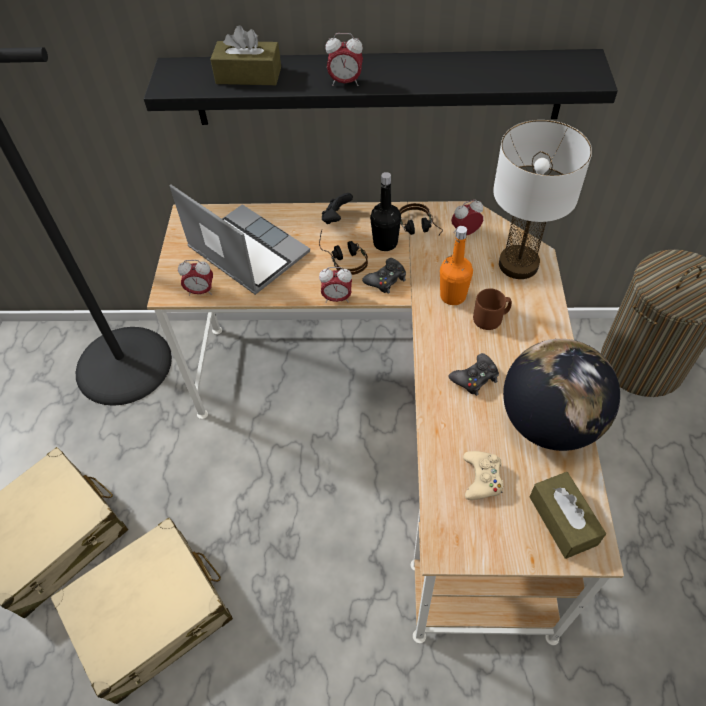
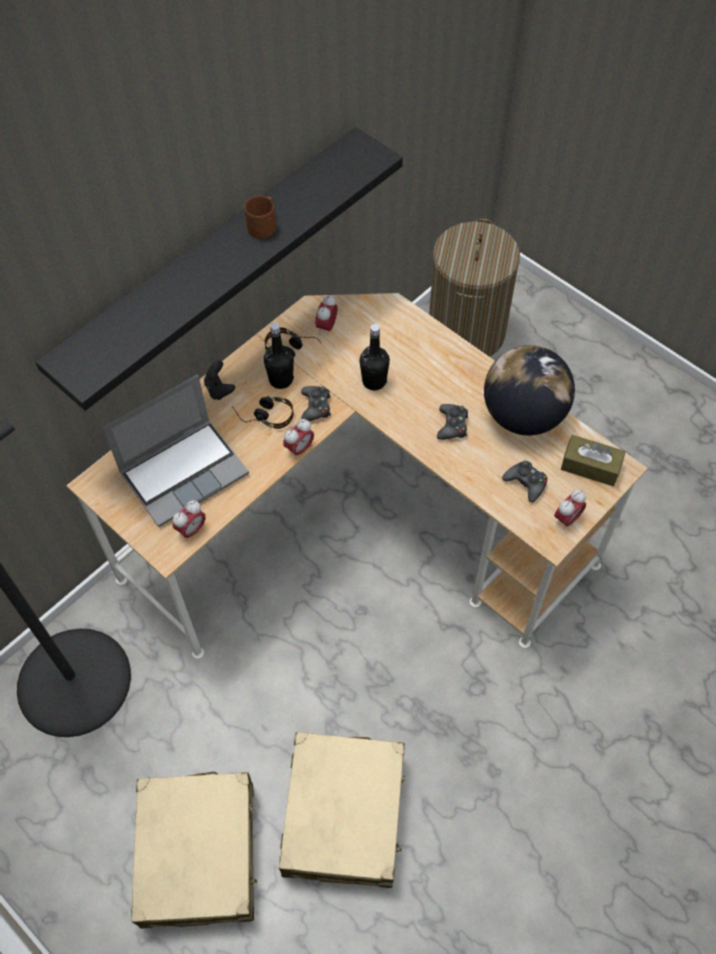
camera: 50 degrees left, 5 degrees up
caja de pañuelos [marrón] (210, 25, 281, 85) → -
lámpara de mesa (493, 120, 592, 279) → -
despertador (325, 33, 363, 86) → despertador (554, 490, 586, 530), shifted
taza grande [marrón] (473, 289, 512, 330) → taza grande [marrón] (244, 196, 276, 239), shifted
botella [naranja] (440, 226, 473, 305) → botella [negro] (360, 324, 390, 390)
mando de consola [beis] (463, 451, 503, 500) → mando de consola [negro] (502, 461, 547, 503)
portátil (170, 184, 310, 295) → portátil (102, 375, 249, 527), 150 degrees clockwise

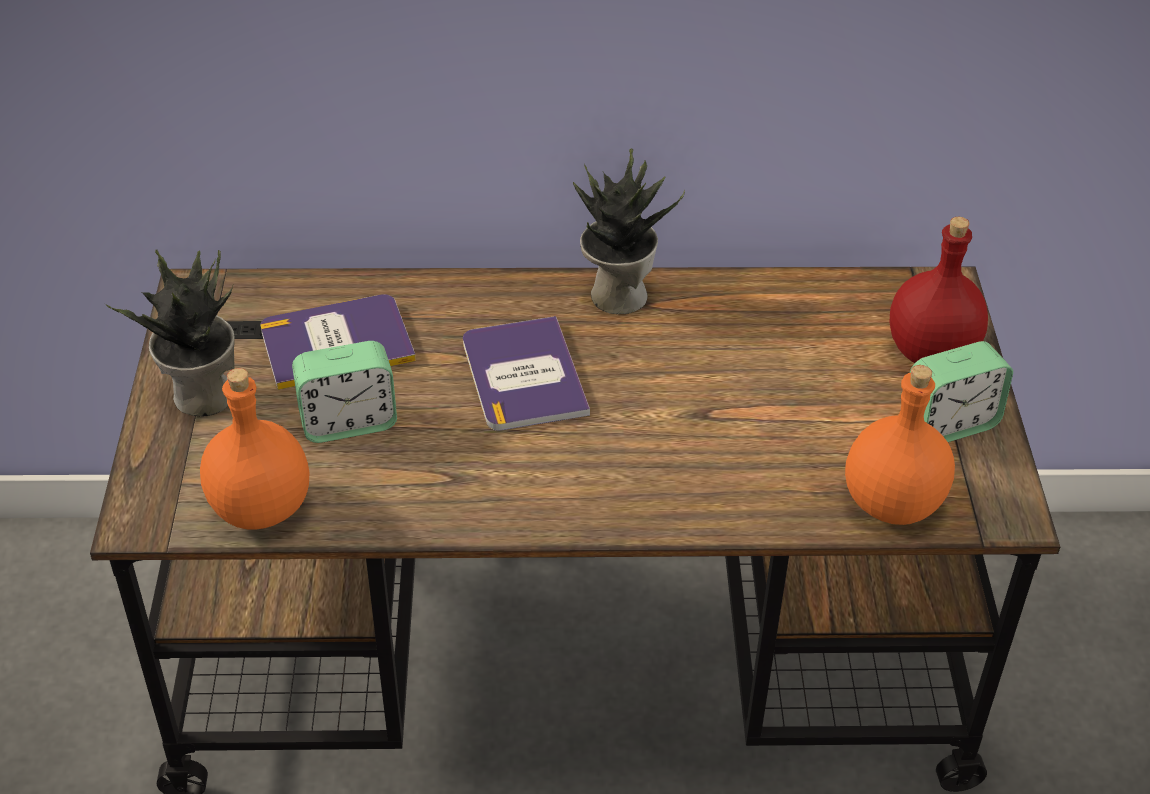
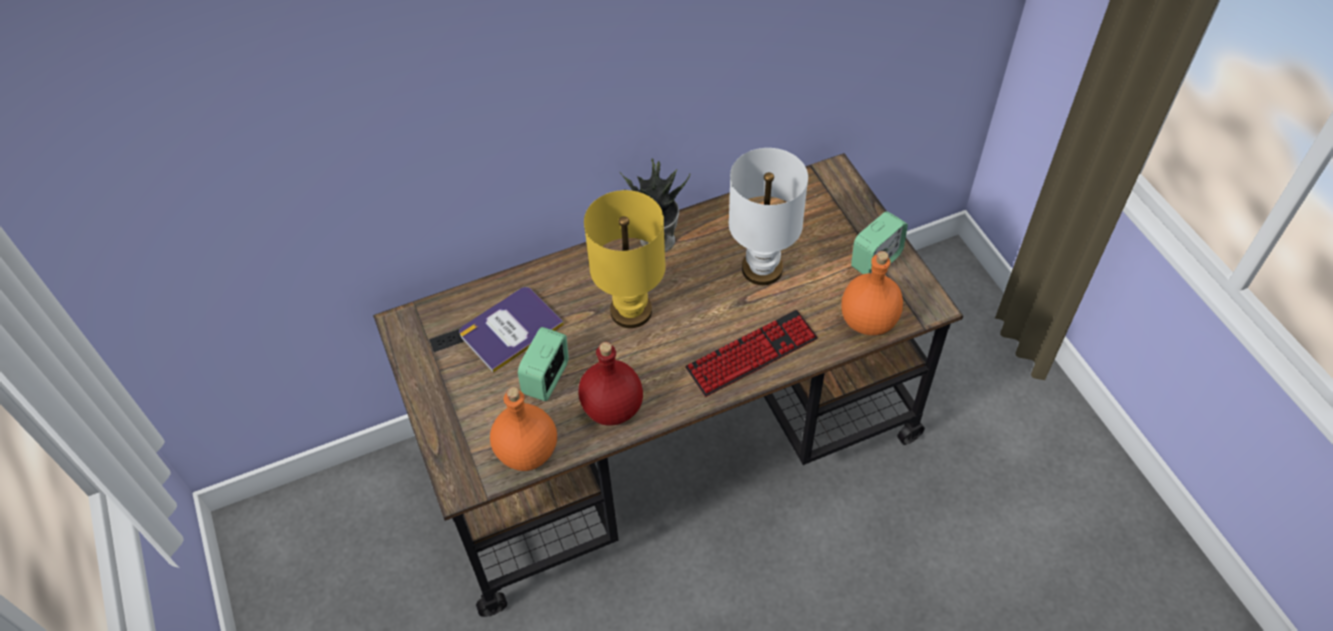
camera: 20 degrees left, 10 degrees up
planta en maceta (105, 249, 235, 416) → -
- → teclado (685, 310, 818, 397)
- → lámpara de mesa [blanco] (729, 148, 808, 285)
botella [rojo] (890, 217, 988, 363) → botella [rojo] (578, 342, 643, 426), shifted
libro (463, 316, 590, 431) → lámpara de mesa [amarillo] (584, 190, 666, 328)
despertador (292, 341, 397, 443) → despertador (518, 327, 569, 401), 150 degrees clockwise

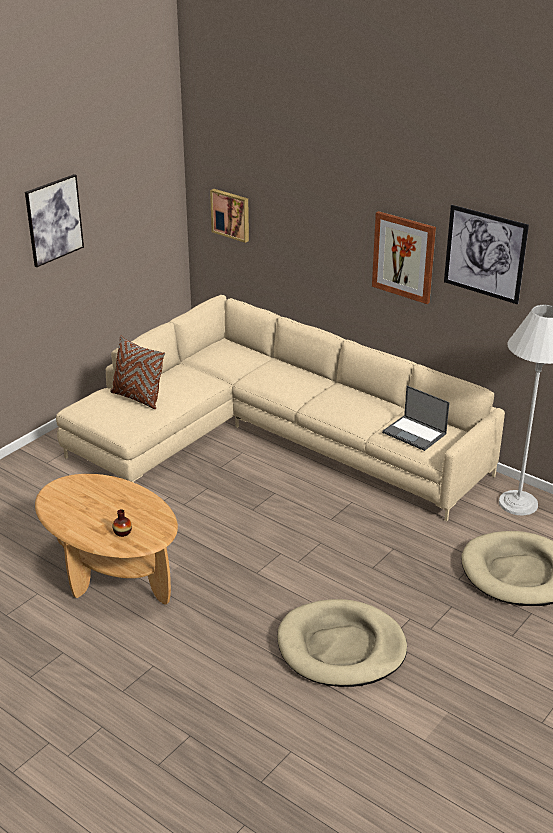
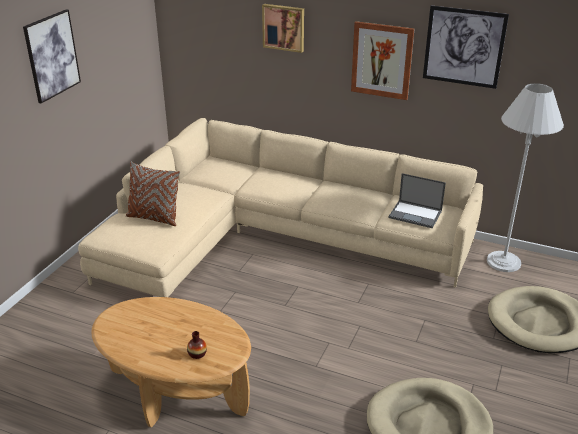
camera: 15 degrees left, 0 degrees up
cuadro (210, 189, 249, 243) → cuadro (262, 4, 304, 53), shifted

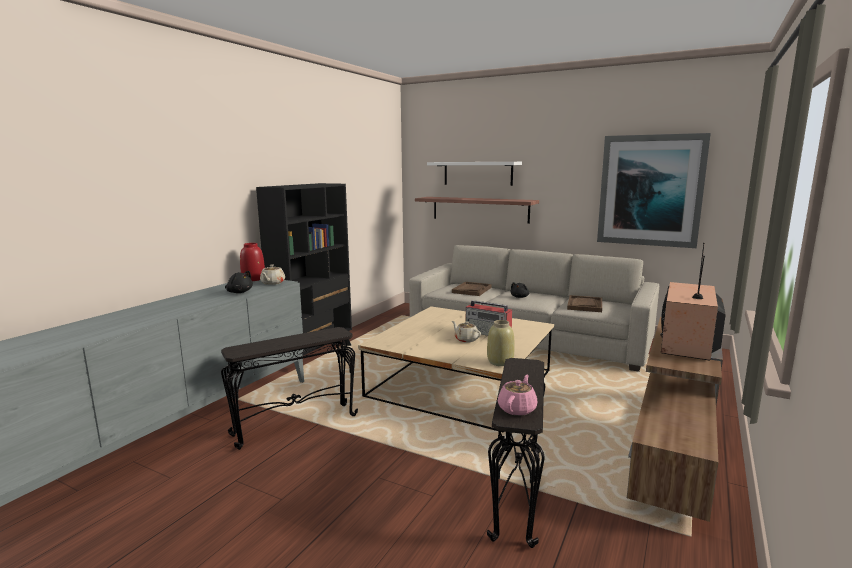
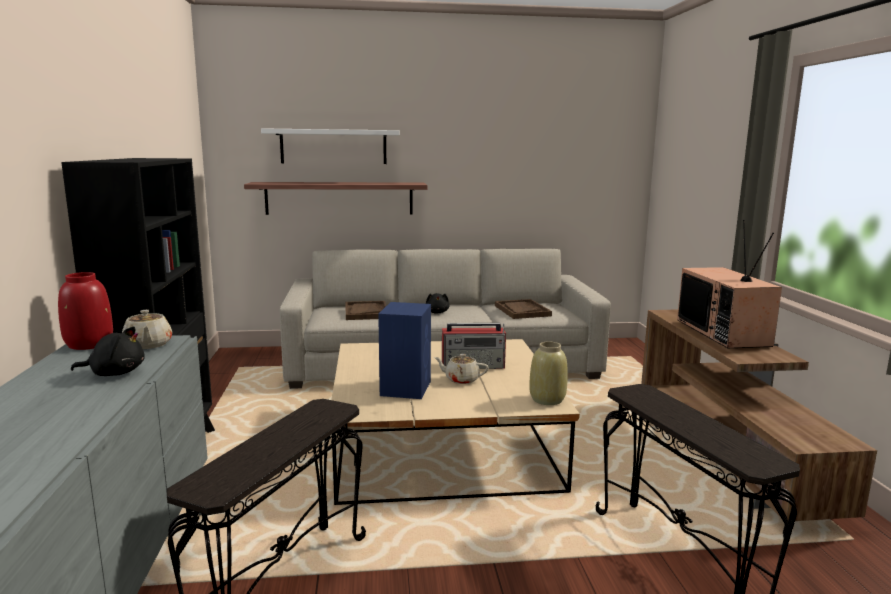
camera: 35 degrees left, 0 degrees up
tetera [rosa] (498, 375, 537, 416) → -
cuadro (597, 133, 711, 248) → -
- → altavoz [azul] (378, 302, 431, 399)

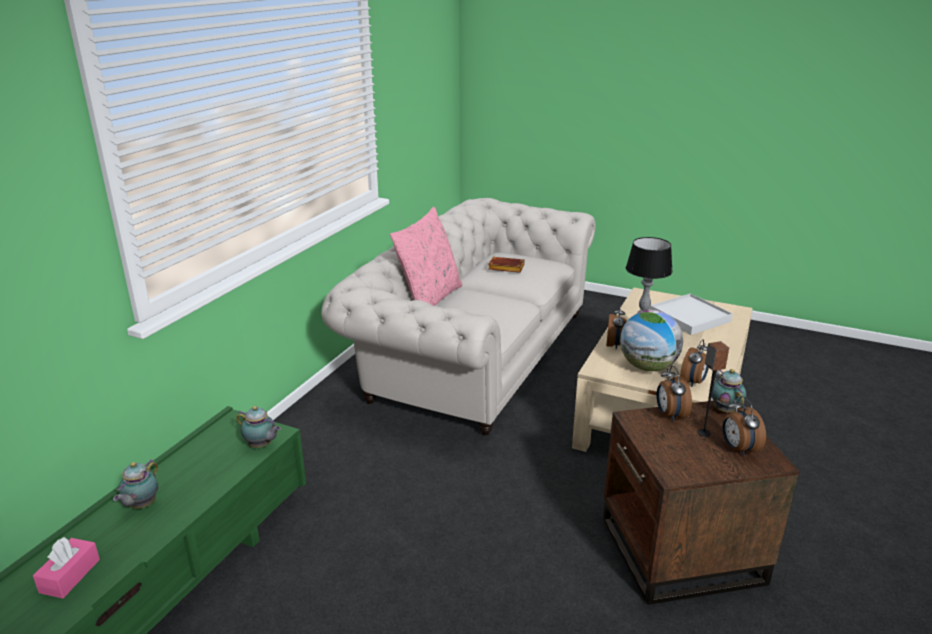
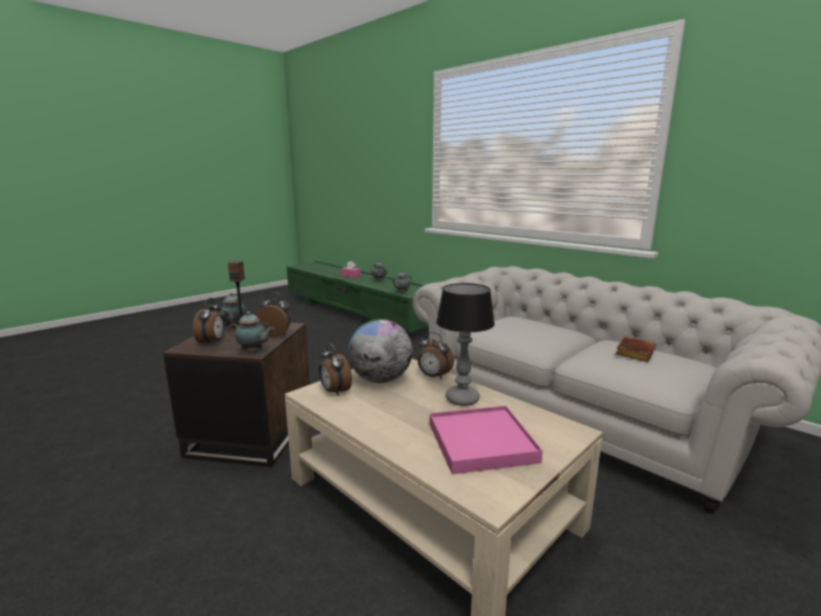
camera: 110 degrees right, 10 degrees down
cojín [rosa] (390, 207, 463, 306) → -
- → tetera (220, 293, 247, 329)
bandeja [blanco] (650, 293, 733, 335) → bandeja [rosa] (430, 406, 543, 474)
despertador (723, 396, 766, 456) → despertador (193, 298, 225, 346), 90 degrees clockwise

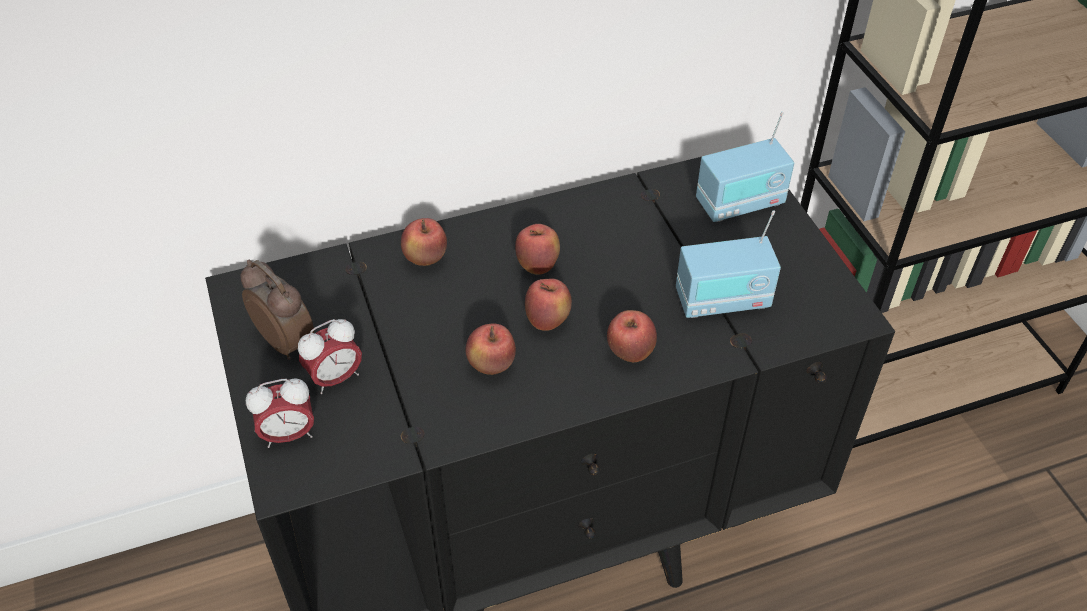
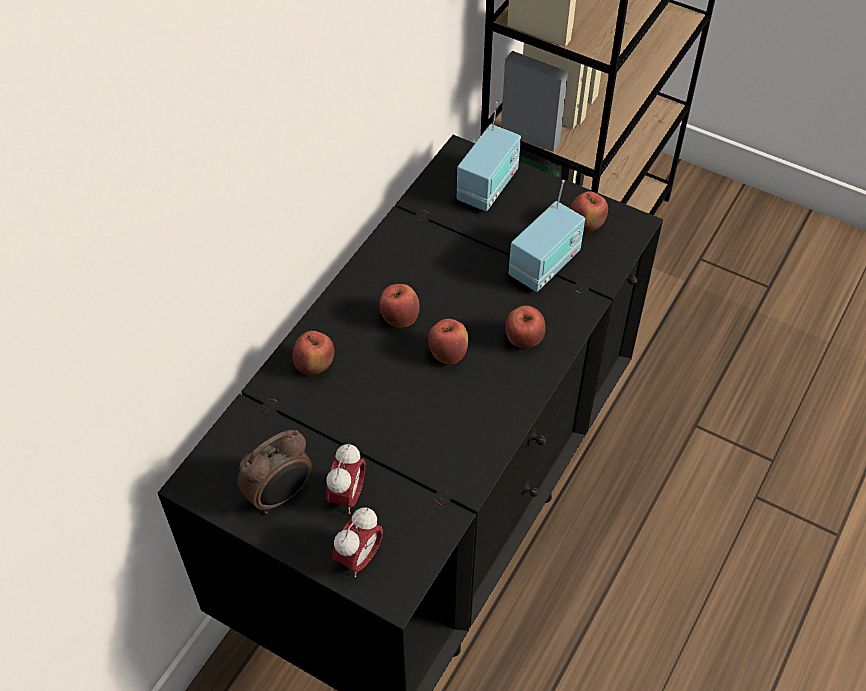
camera: 40 degrees left, 5 degrees up
manzana (466, 323, 516, 375) → manzana (570, 191, 608, 232), shifted
despertador (241, 260, 314, 360) → despertador (237, 430, 312, 514), 135 degrees clockwise

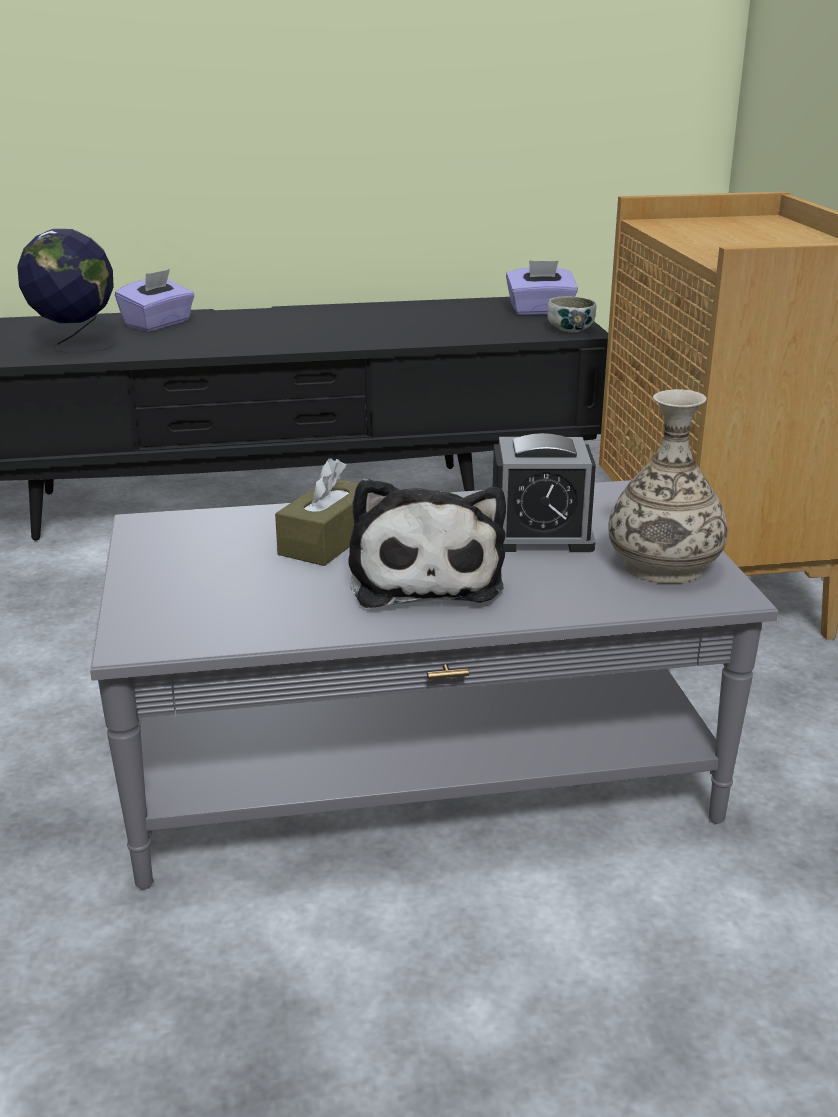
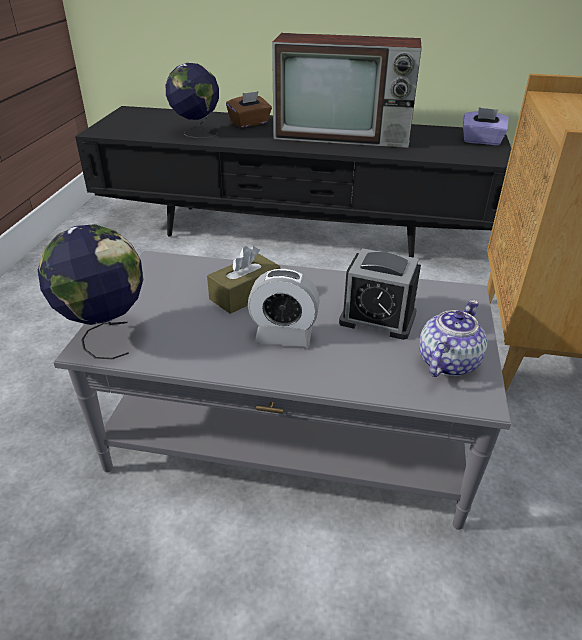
camera: 20 degrees right, 10 degrees up
cuenco (547, 296, 596, 332) → -
- → globo terráqueo (38, 224, 143, 359)
- → televisor (272, 33, 422, 148)
peluche (349, 478, 506, 608) → despertador (248, 269, 320, 347)
florero (608, 389, 728, 583) → tetera (419, 300, 487, 377)
caja de pañuelos [morado] (115, 269, 195, 332) → caja de pañuelos [marrón] (226, 91, 272, 128)

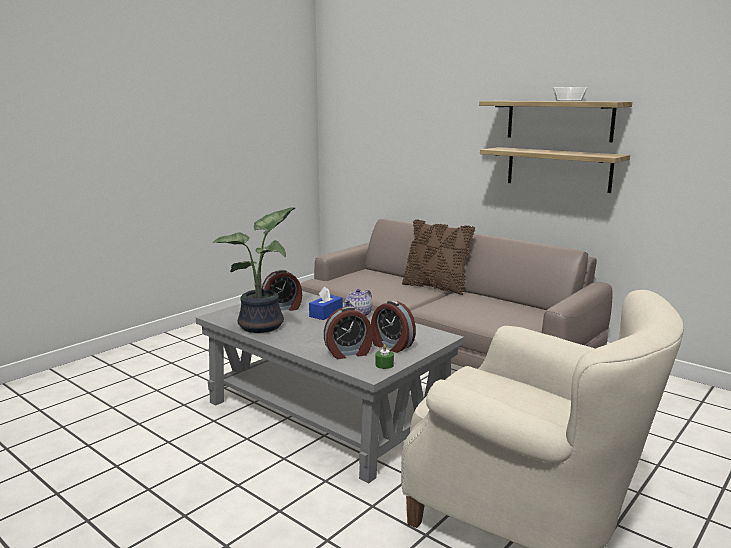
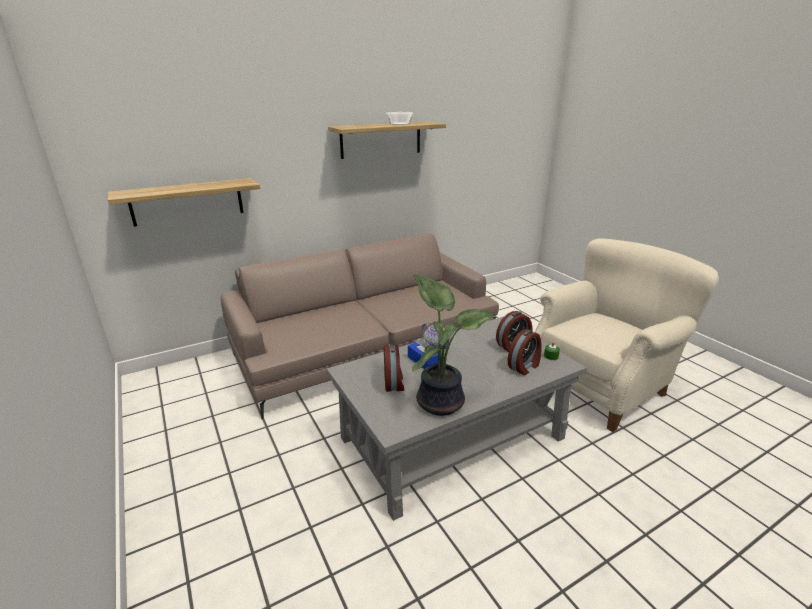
camera: 70 degrees left, 10 degrees up
cojín [marrón] (402, 219, 475, 295) → -
estante (480, 147, 630, 193) → estante (108, 178, 260, 227), shifted
despertador (324, 307, 373, 359) → despertador (508, 329, 542, 375), 45 degrees clockwise

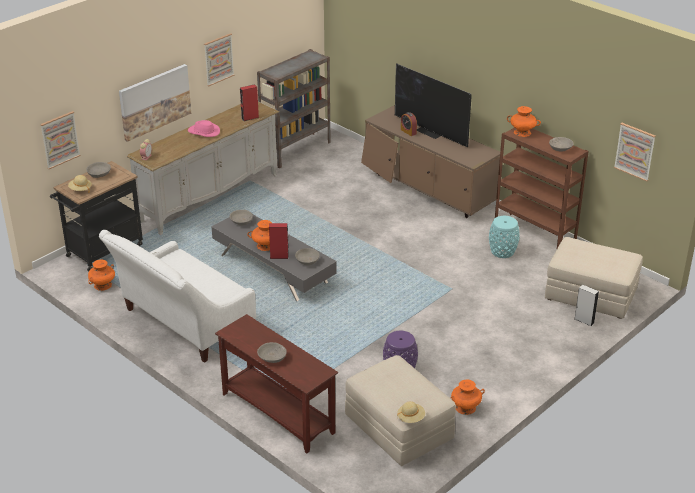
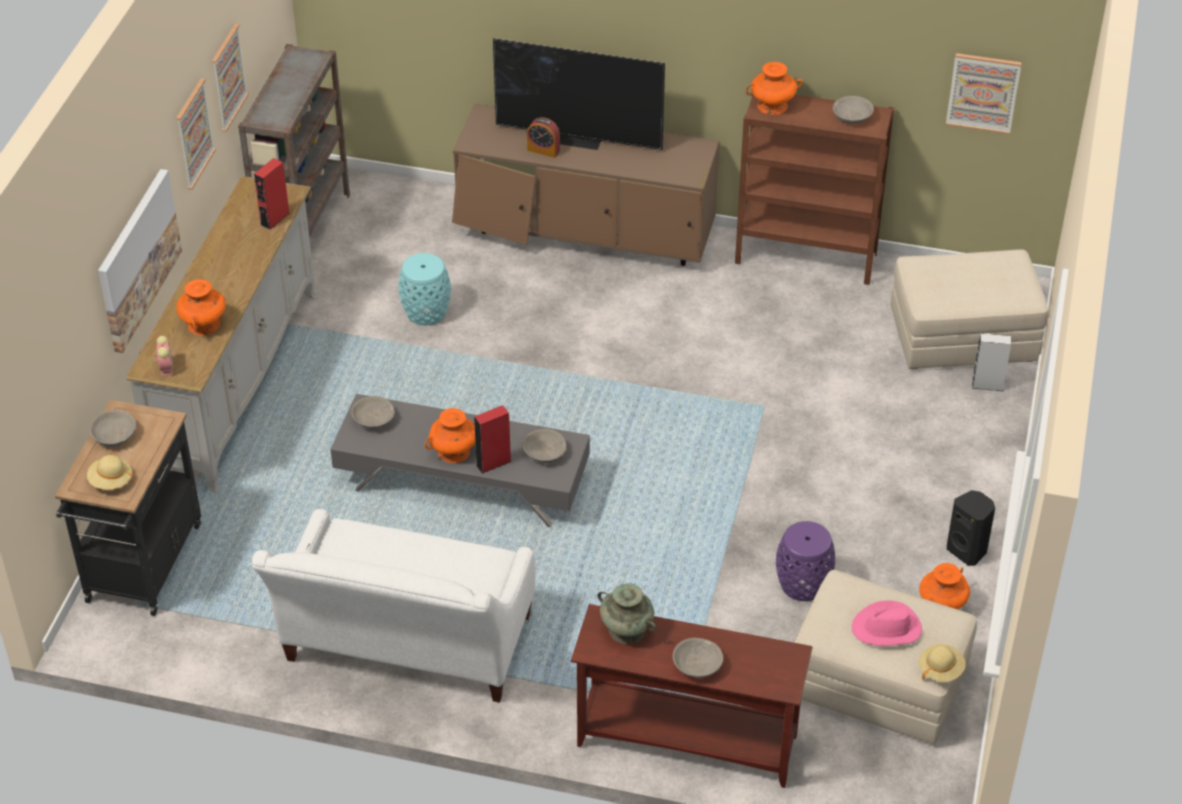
camera: 30 degrees left, 10 degrees up
- → florero [turquesa] (597, 583, 657, 644)
- → altavoz [negro] (947, 490, 995, 566)
cuadro (40, 111, 81, 169) → cuadro (212, 24, 249, 132), shifted
florero [naranja] (88, 260, 115, 291) → florero [naranja] (177, 279, 226, 336), shifted
sombrero [rosa] (188, 120, 220, 137) → sombrero [rosa] (852, 600, 922, 646), shifted
taburete [turquesa] (489, 216, 520, 258) → taburete [turquesa] (398, 253, 451, 325), shifted

